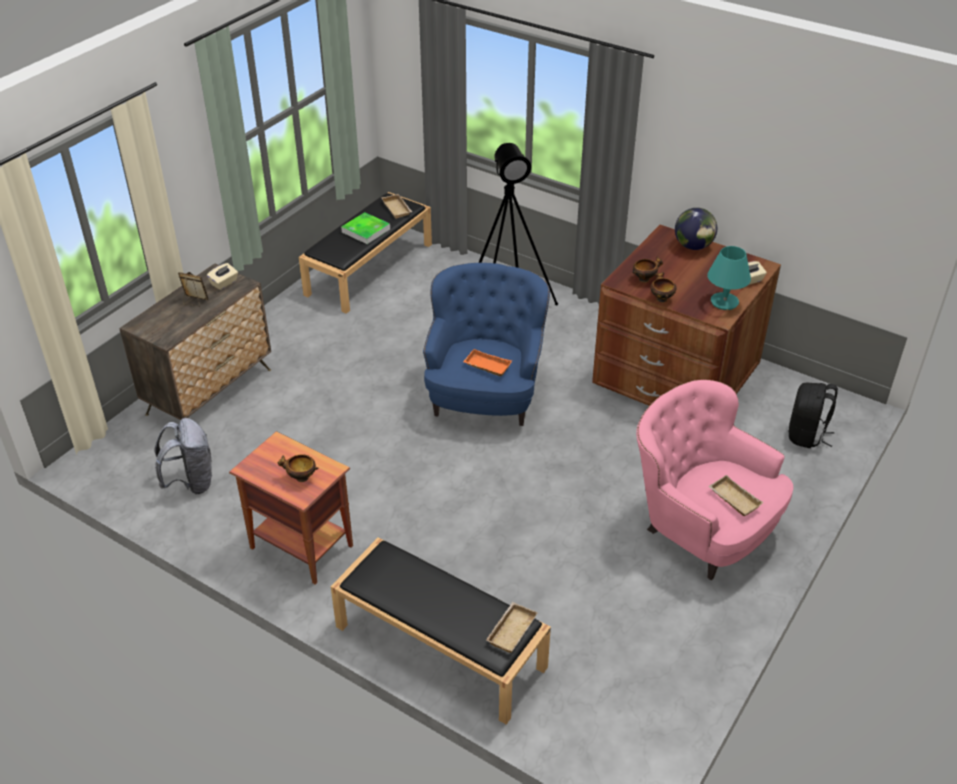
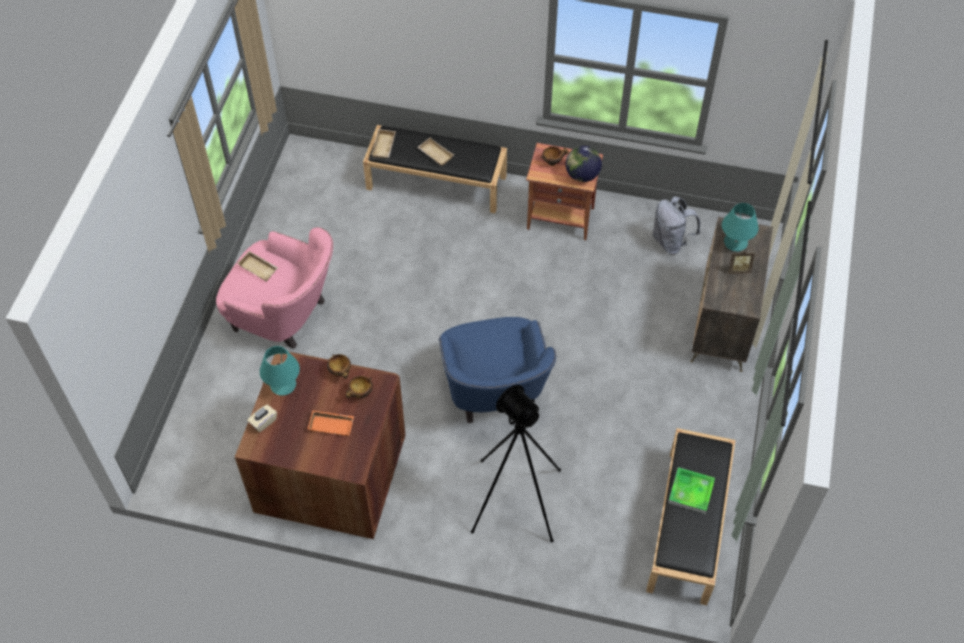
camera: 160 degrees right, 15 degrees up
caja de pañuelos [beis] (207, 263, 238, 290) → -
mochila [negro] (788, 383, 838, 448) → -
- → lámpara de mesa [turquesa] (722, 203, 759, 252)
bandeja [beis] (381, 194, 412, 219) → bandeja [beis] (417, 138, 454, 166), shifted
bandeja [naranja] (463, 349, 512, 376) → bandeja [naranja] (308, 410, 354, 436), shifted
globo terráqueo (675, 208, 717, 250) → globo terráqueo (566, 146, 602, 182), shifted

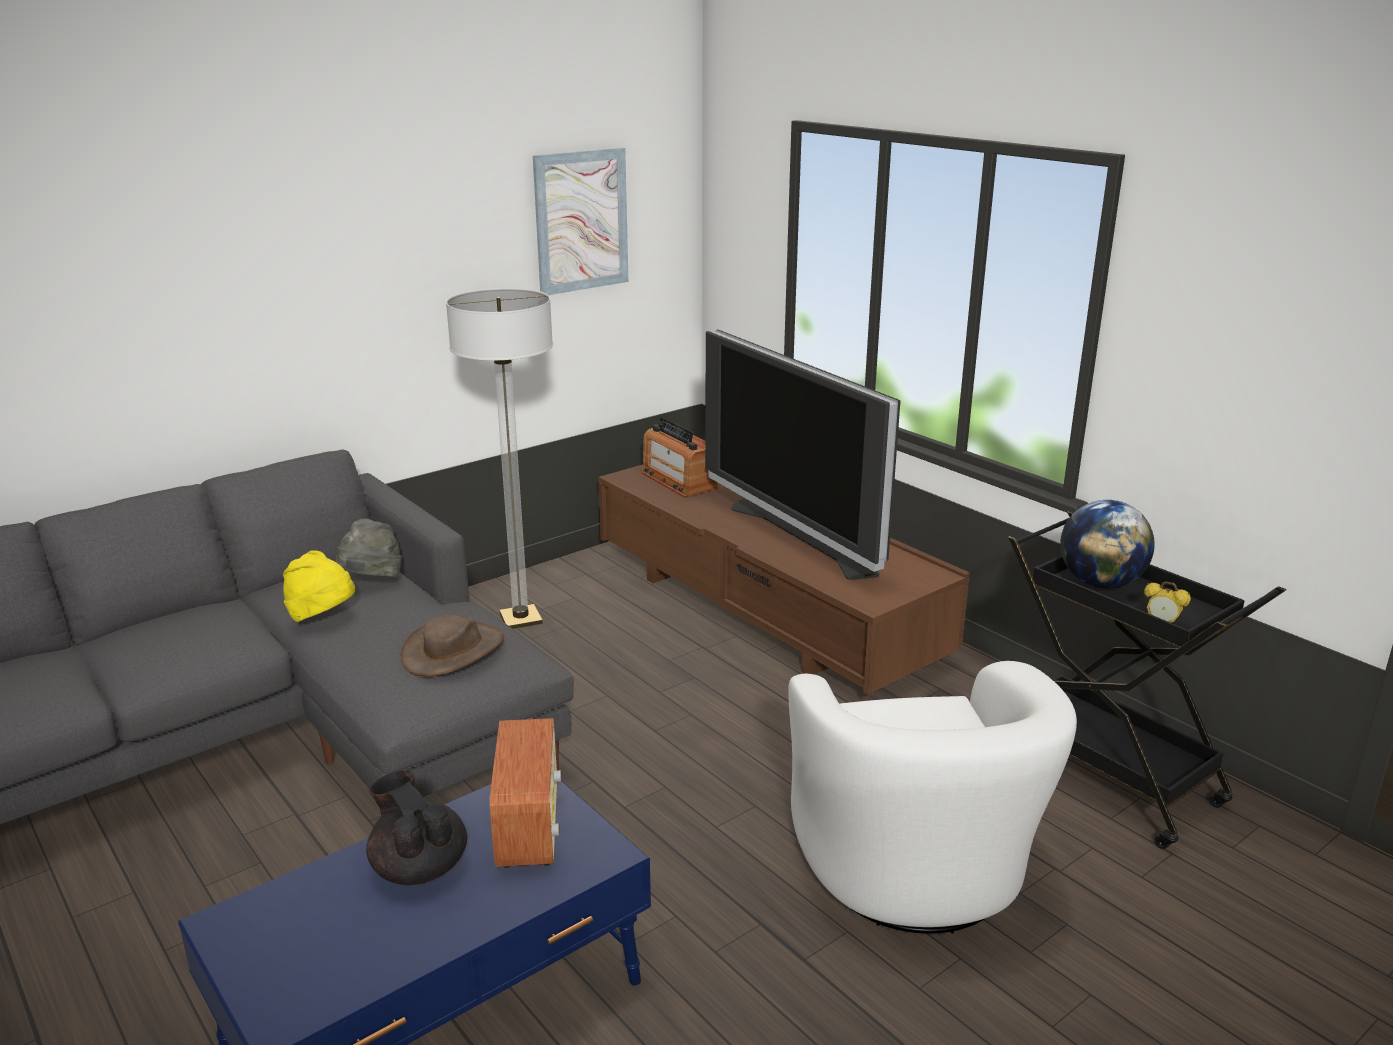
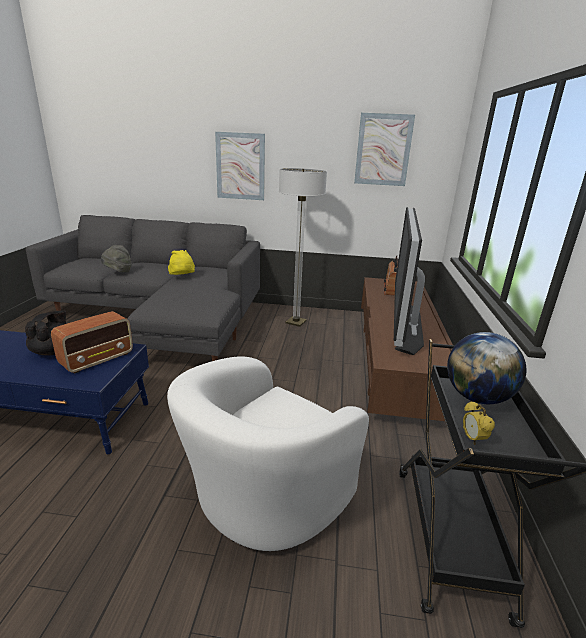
camera: 45 degrees right, 0 degrees up
sombrero [marrón] (401, 615, 504, 676) → -
- → cuadro (215, 132, 265, 200)
sombrero [gris] (335, 518, 402, 578) → sombrero [gris] (101, 245, 132, 273), shifted

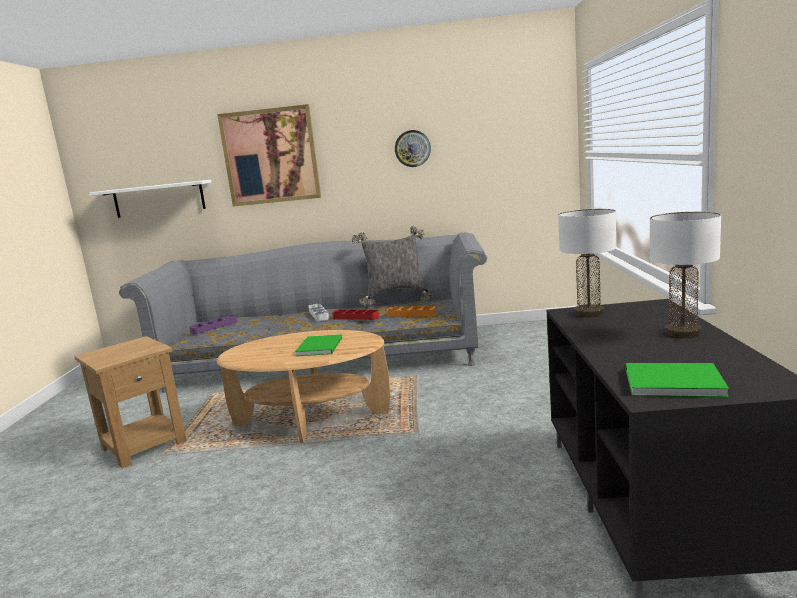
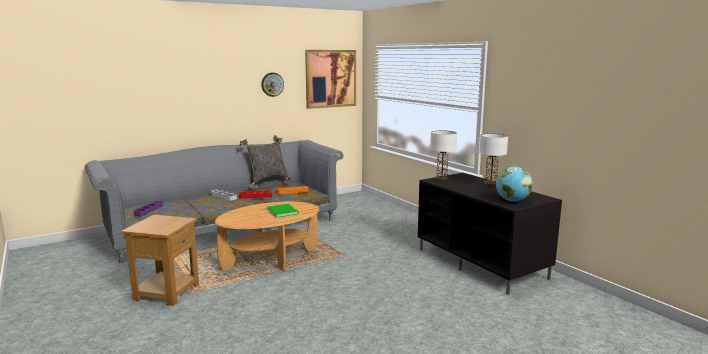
camera: 35 degrees left, 0 degrees up
estante [blanco] (89, 180, 211, 218) → -
cuadro (217, 104, 321, 207) → cuadro (305, 50, 356, 109), shifted
libro [verde] (626, 363, 729, 397) → globo terráqueo (496, 167, 533, 202)

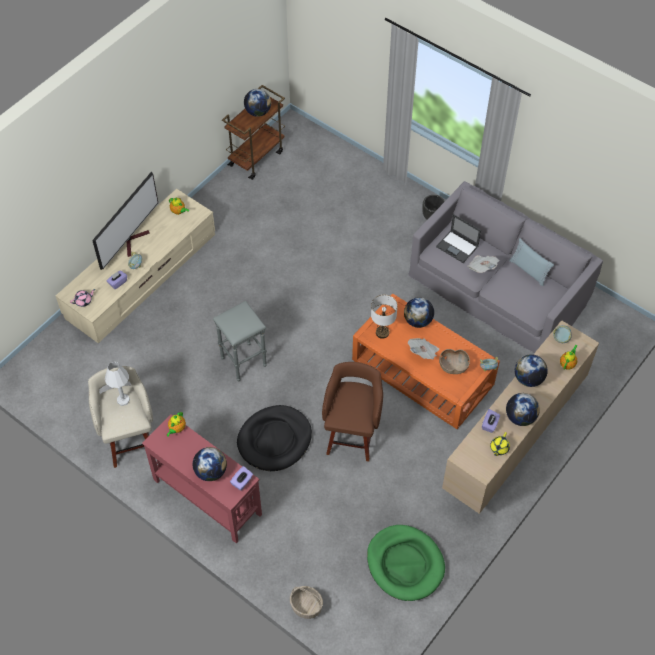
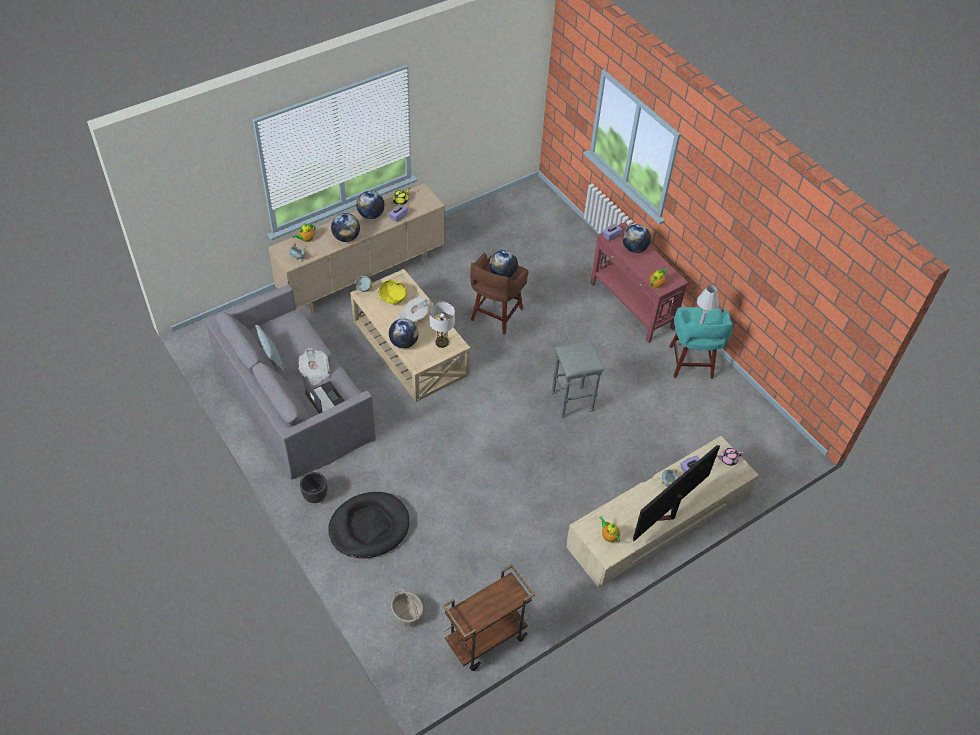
camera: 165 degrees left, 5 degrees down
cama para perro [verde] (367, 525, 445, 601) → -
cama para perro [negro] (237, 405, 312, 471) → cama para perro [negro] (328, 492, 410, 558), shifted
globo terráqueo (244, 89, 271, 117) → globo terráqueo (489, 250, 518, 278), shifted
cesta (290, 586, 323, 619) → cesta (391, 588, 423, 627), shifted
taburete [beis] (88, 366, 153, 468) → taburete [turquesa] (669, 307, 733, 379)
mesa de centro [naranja] (352, 293, 500, 429) → mesa de centro [beis] (350, 269, 470, 402)
cuenco [marrón] (439, 349, 470, 374) → cuenco [amarillo] (379, 280, 407, 304)

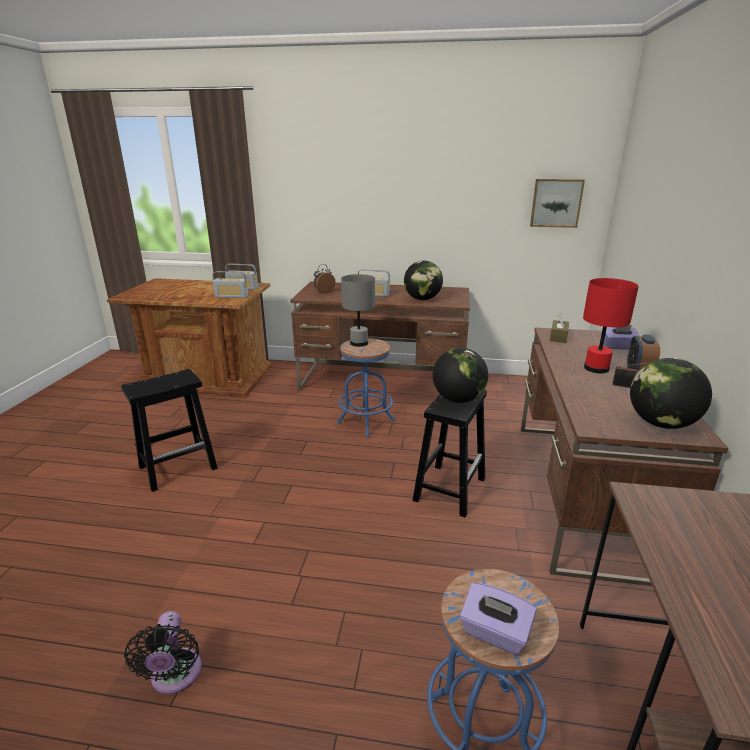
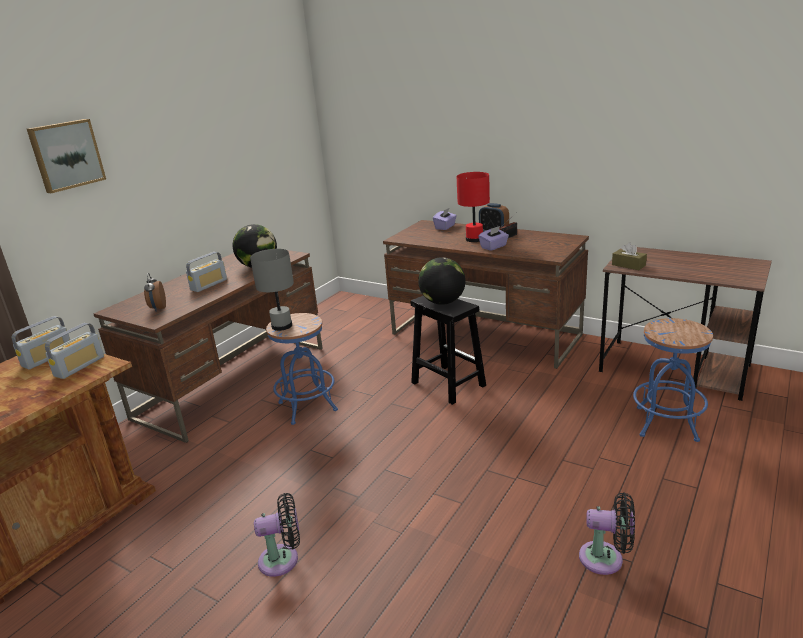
camera: 65 degrees left, 0 degrees up
globo terráqueo (630, 358, 712, 429) → -
caja de pañuelos [morado] (460, 583, 536, 655) → caja de pañuelos [morado] (478, 226, 509, 251), shifted
cuadro (530, 179, 585, 228) → cuadro (27, 119, 106, 193), shifted
caja de pañuelos [marrón] (550, 313, 569, 343) → caja de pañuelos [marrón] (612, 242, 647, 270), shifted
taburete [negro] (121, 369, 218, 492) → ventilador [negro] (254, 493, 300, 577)

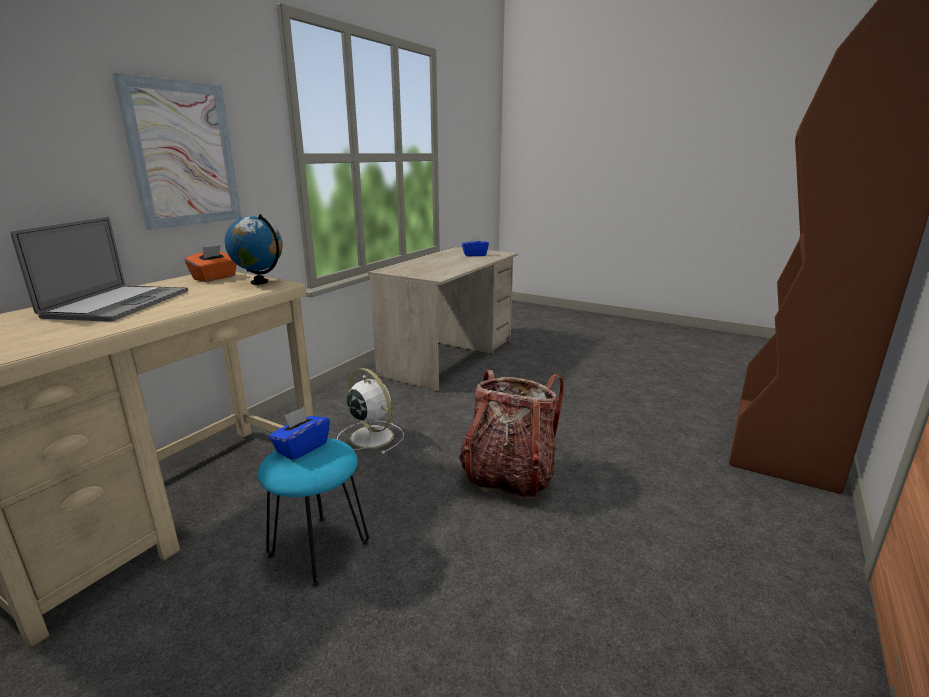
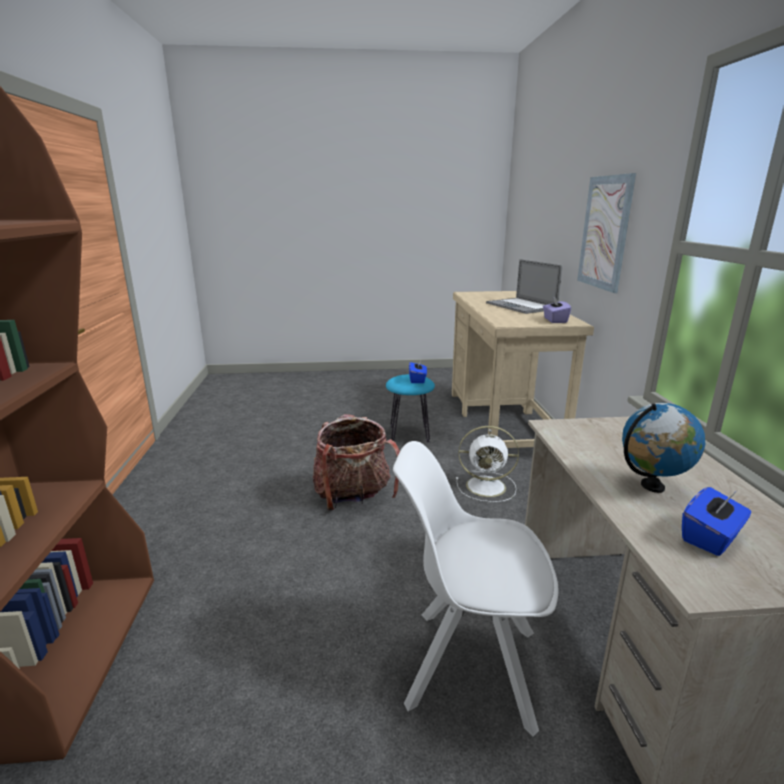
camera: 145 degrees right, 0 degrees up
- → silla [blanco] (393, 441, 558, 737)
globo terráqueo (225, 214, 283, 285) → globo terráqueo (622, 403, 705, 493), shifted
caja de pañuelos [naranja] (185, 245, 237, 282) → caja de pañuelos [morado] (543, 296, 571, 323)

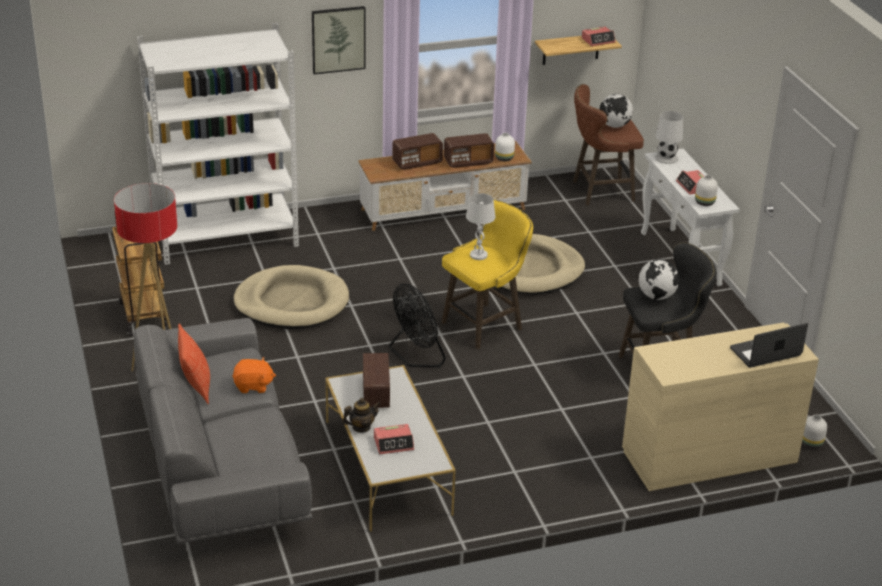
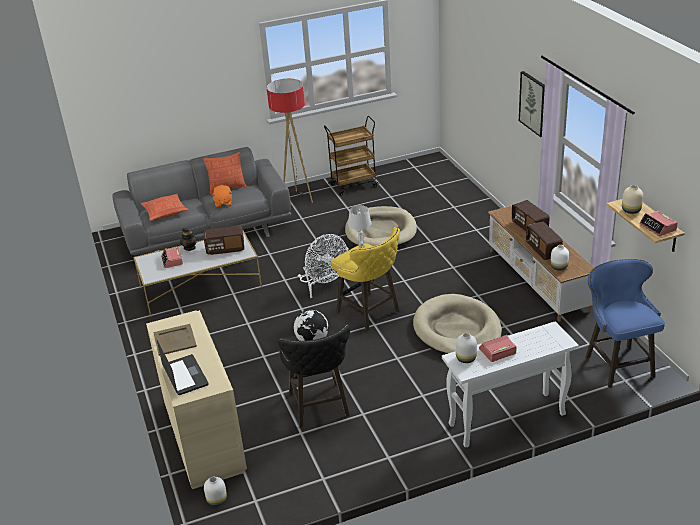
camera: 90 degrees right, 0 degrees up
estantería [blanco] (137, 23, 299, 265) → -
globo terráqueo (599, 94, 633, 128) → -
lámpara de mesa [blanco] (655, 111, 683, 164) → -
- → cojín [naranja] (141, 194, 188, 221)
- → bandeja [beis] (153, 324, 197, 356)
- → florero [beis] (622, 185, 643, 214)
ventilador [negro] (389, 284, 446, 369) → ventilador [blanco] (298, 234, 349, 298)
taburete [marrón] (573, 84, 644, 205) → taburete [azul] (586, 259, 665, 388)

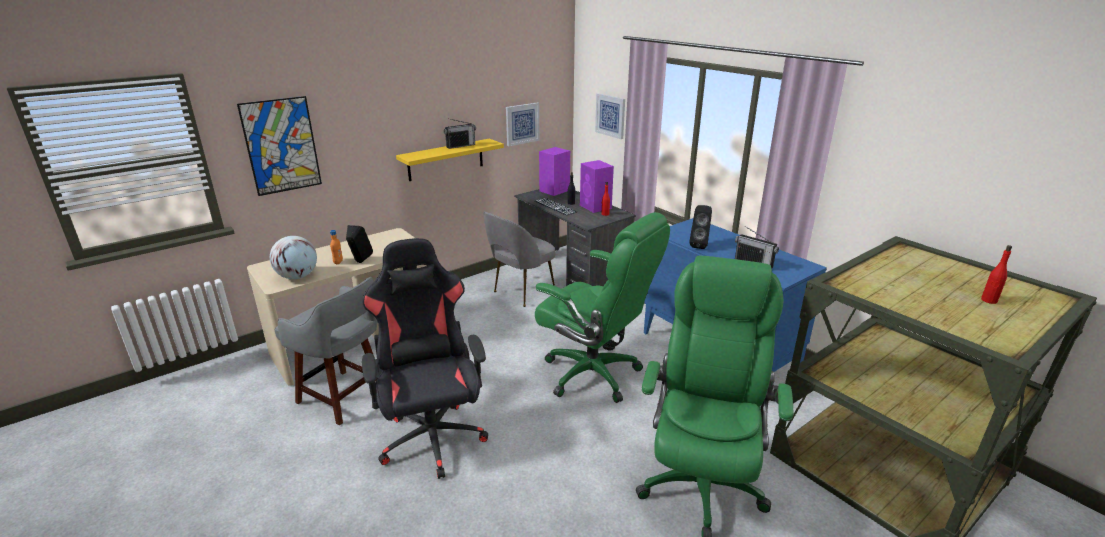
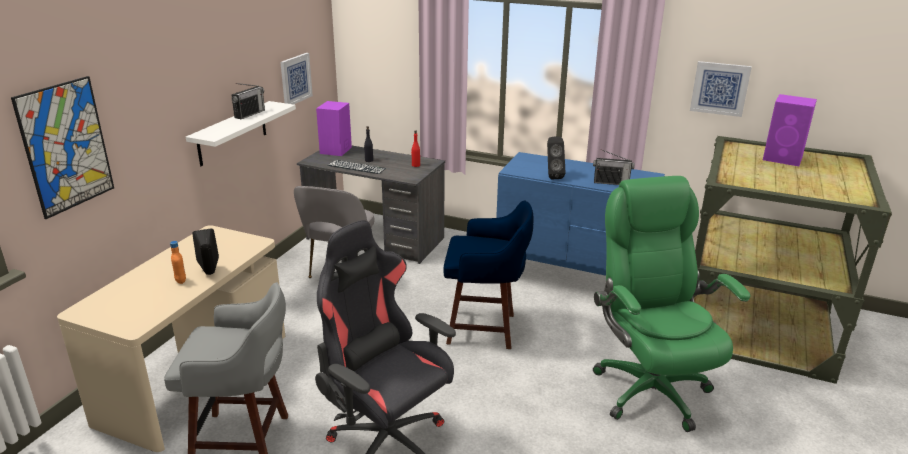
camera: 30 degrees left, 0 degrees up
globo terráqueo (270, 236, 317, 279) → -
botella [rojo] (981, 245, 1012, 304) → -
altavoz [morado] (580, 160, 614, 213) → altavoz [morado] (763, 94, 817, 166), shifted
cuadro (595, 93, 625, 139) → cuadro (690, 61, 752, 117), shifted
silla de oficina [verde] (535, 212, 670, 403) → taburete [azul] (443, 200, 534, 349)
estante [amarillo] (396, 139, 504, 181) → estante [blanco] (186, 101, 296, 166)

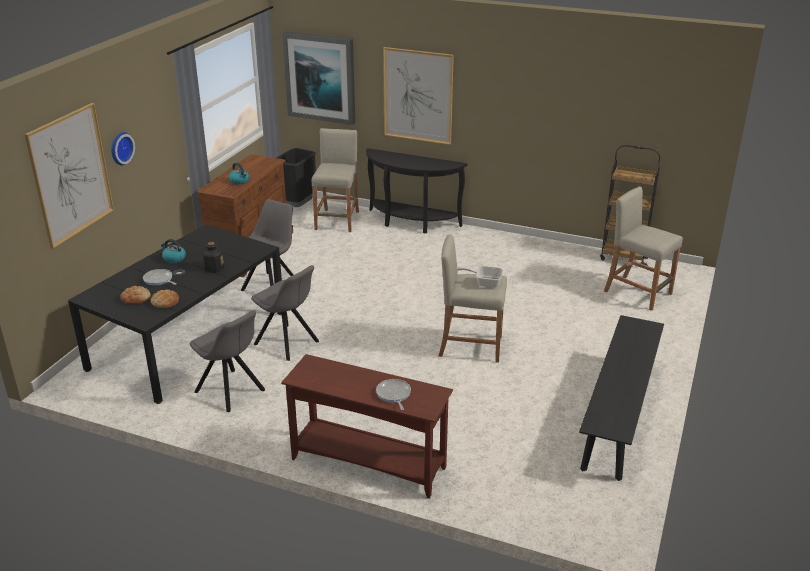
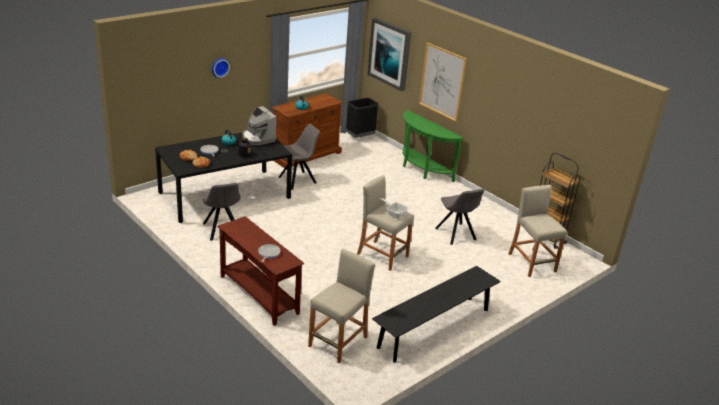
camera: 25 degrees right, 0 degrees up
cuadro (24, 103, 114, 249) → -
- → cafetera (242, 106, 277, 145)
silla [gris] (251, 265, 319, 361) → silla [gris] (435, 188, 484, 245), shifted
taburete [beis] (312, 128, 359, 232) → taburete [beis] (308, 249, 375, 363), shifted
mesa consola [negro] (366, 148, 468, 234) → mesa consola [verde] (402, 110, 464, 182)

